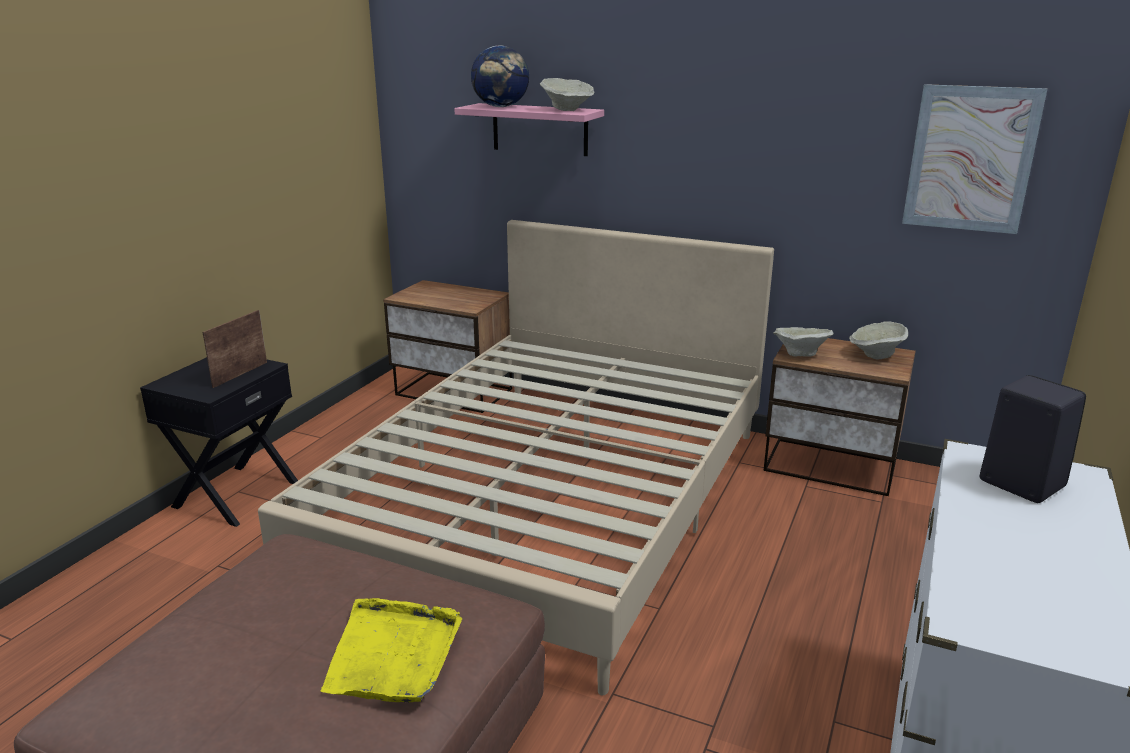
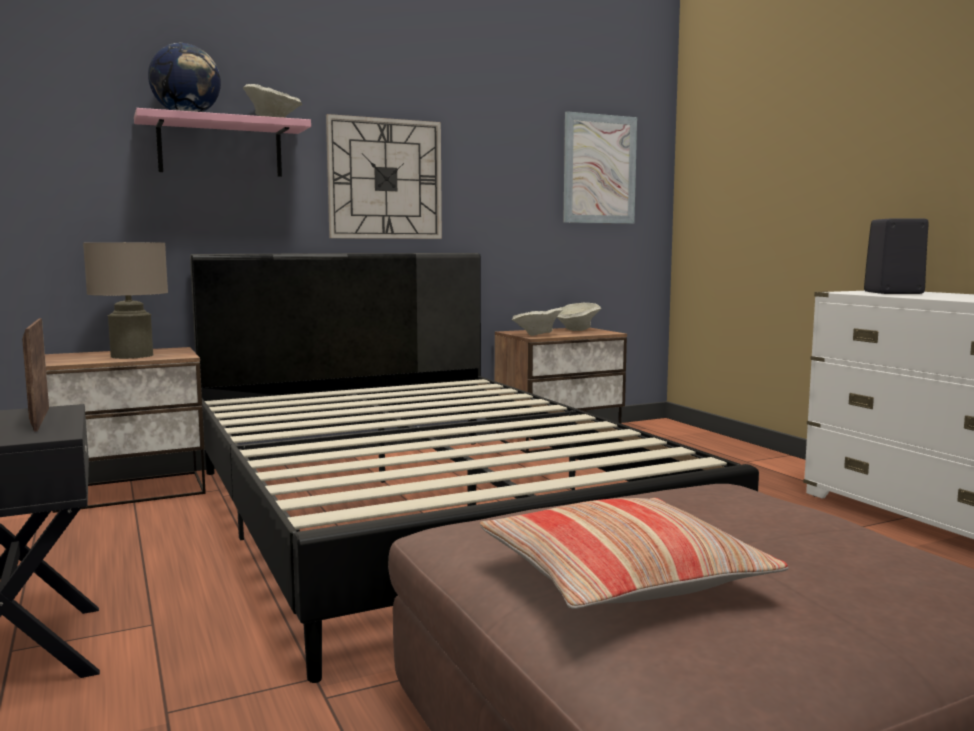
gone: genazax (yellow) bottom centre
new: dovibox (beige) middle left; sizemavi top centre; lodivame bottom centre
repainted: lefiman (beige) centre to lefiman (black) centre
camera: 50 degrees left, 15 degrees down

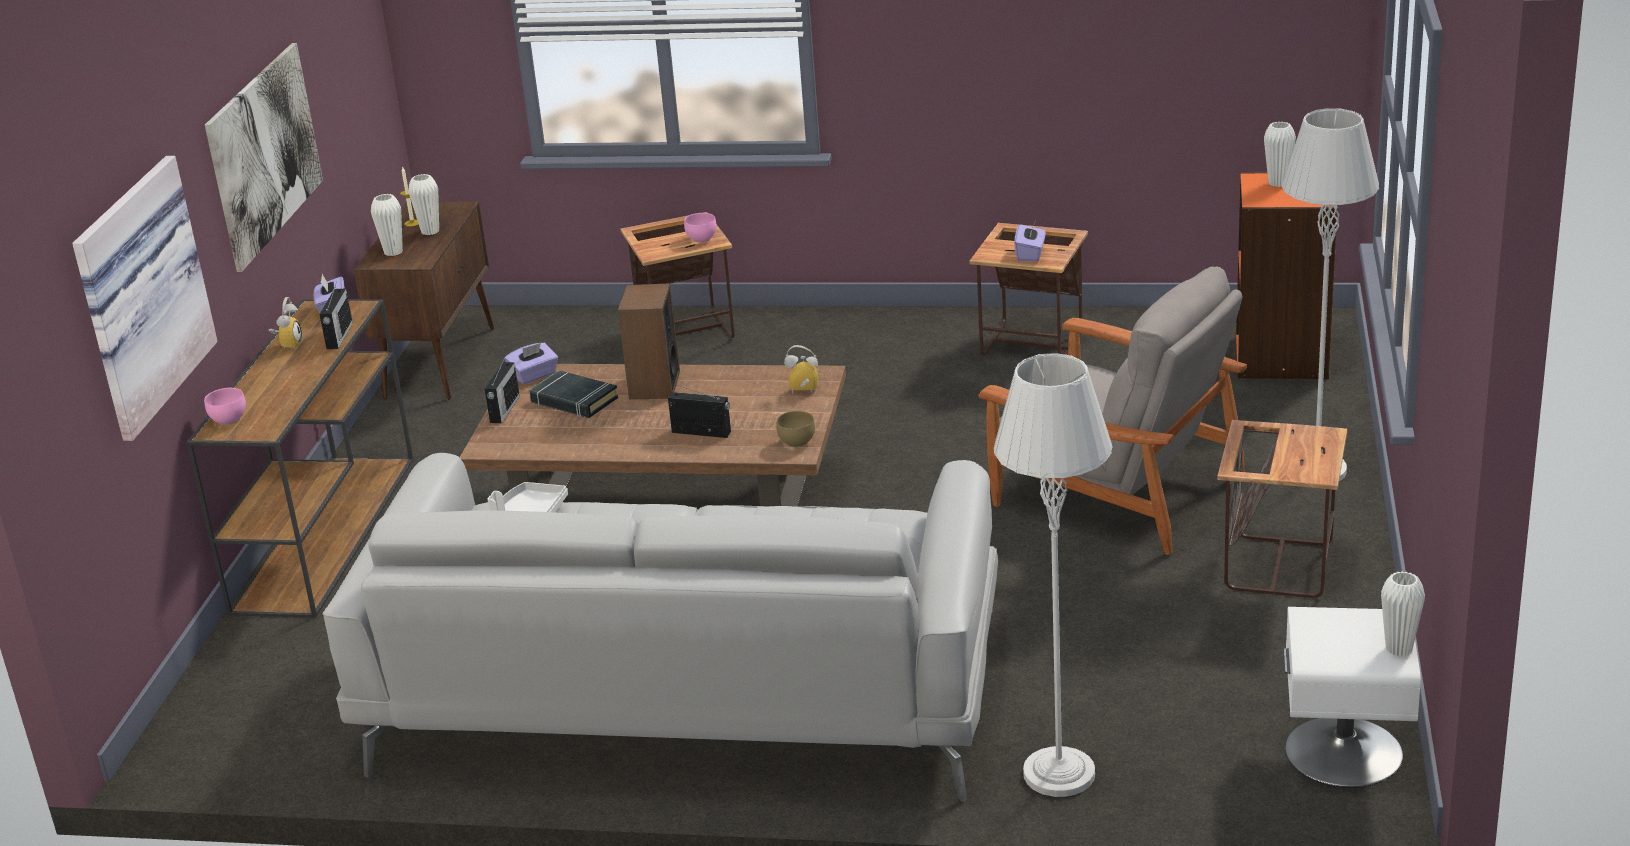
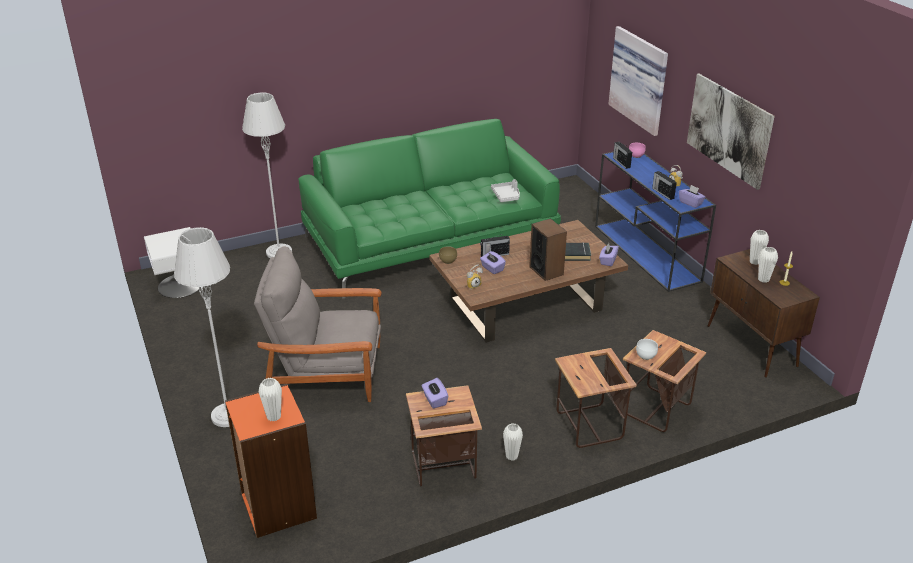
new: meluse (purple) (no. 2 from left) centre
shifted: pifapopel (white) (no. 4 from left in the first image) bottom right to pifapopel (white) (no. 2 from left) bottom centre; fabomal (no. 3 from left in the first image) middle right to fabomal (no. 2 from left) bottom centre; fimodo (no. 2 from left) middle left to top right
repainted: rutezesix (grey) bottom centre to rutezesix (green) centre; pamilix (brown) middle left to pamilix (blue) middle right; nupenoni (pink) (no. 2 from left) top centre to nupenoni (white) middle right
camera: 145 degrees right, 5 degrees up

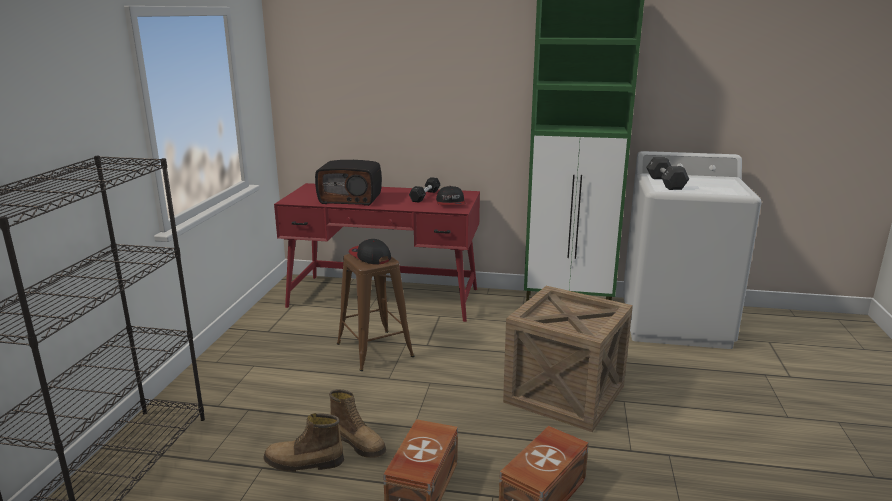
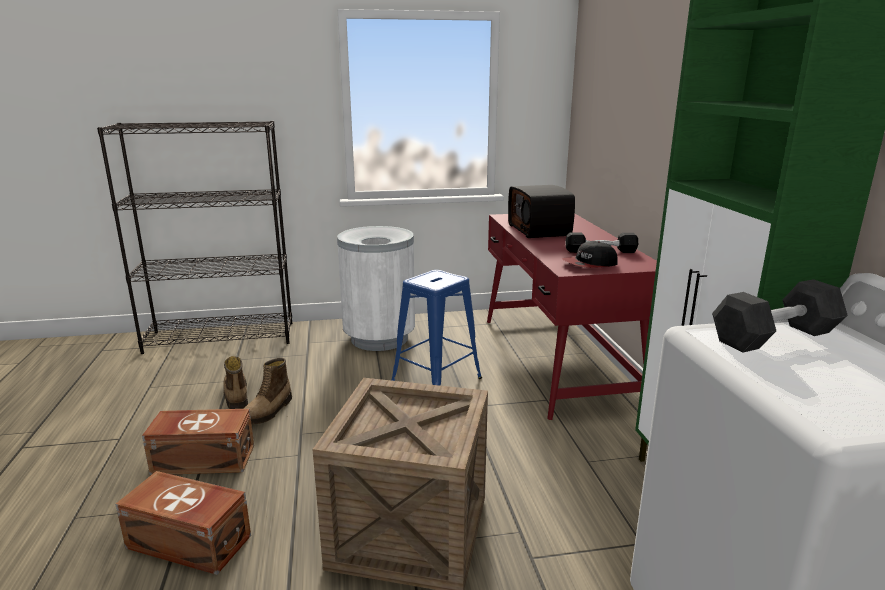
gone: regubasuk (no. 1 from left) centre
new: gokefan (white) centre
repainted: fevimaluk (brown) centre to fevimaluk (blue) centre
camera: 70 degrees right, 0 degrees up

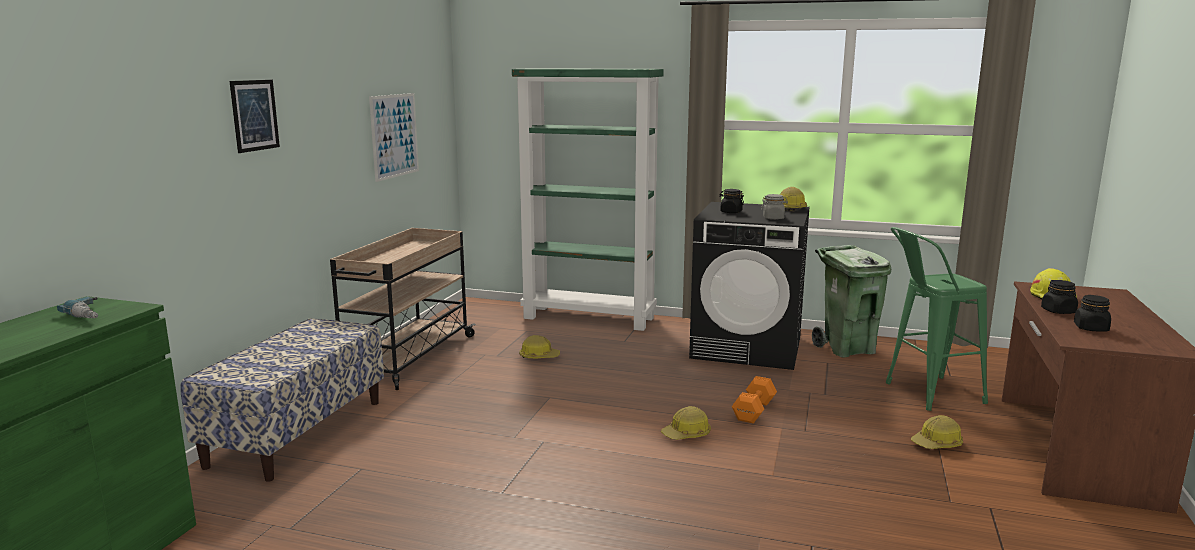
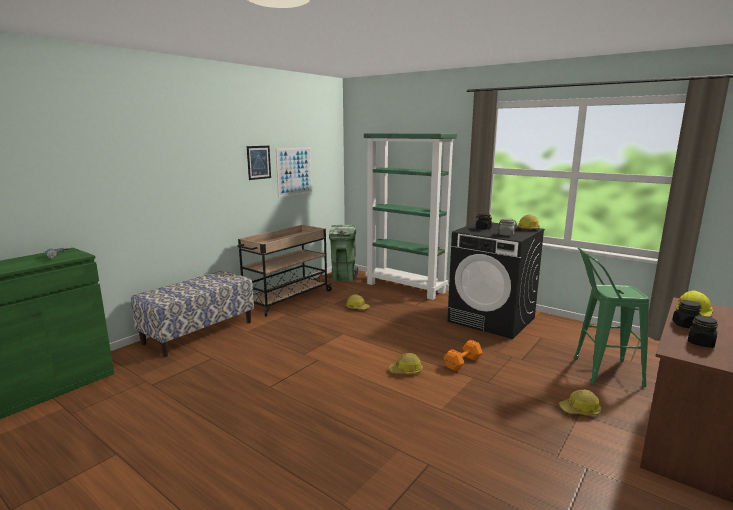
shifted: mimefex (no. 1 from left) top left to top centre; gokefan (green) middle right to centre
camera: 20 degrees right, 0 degrees up

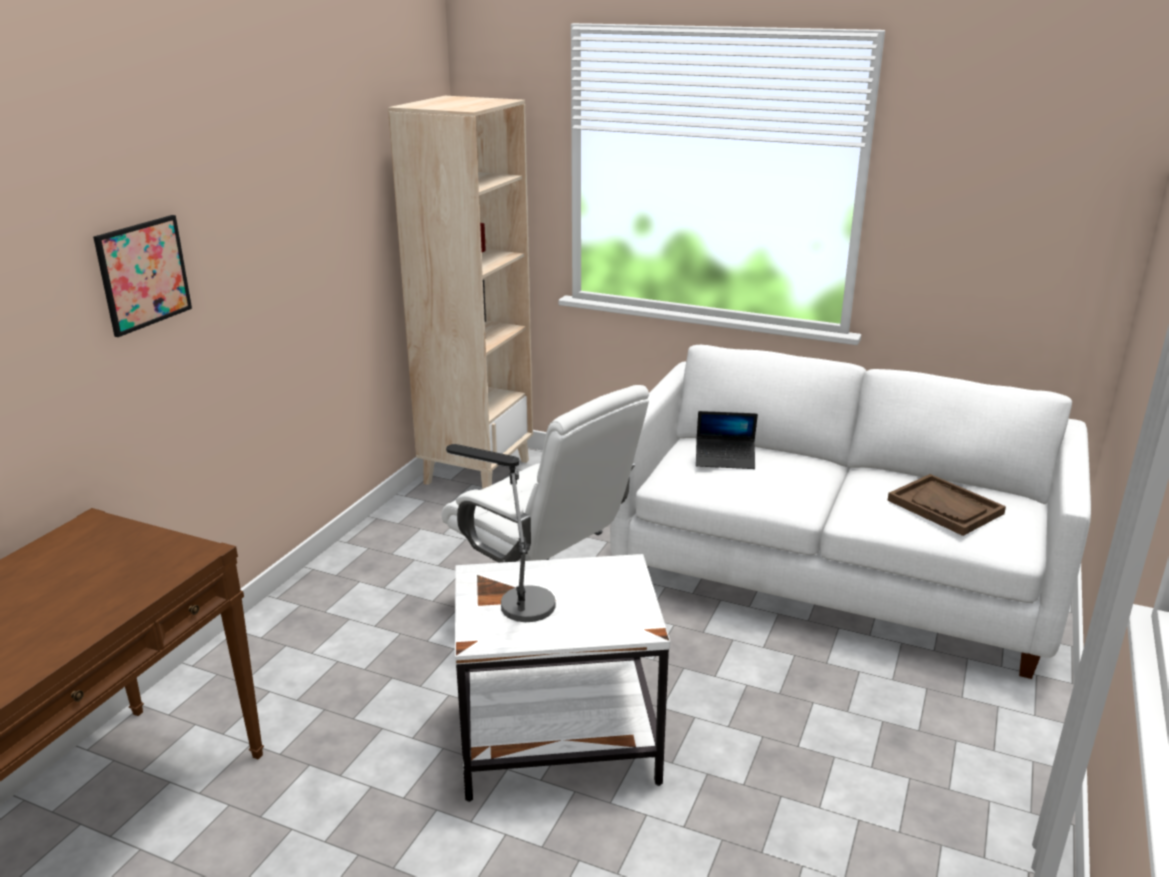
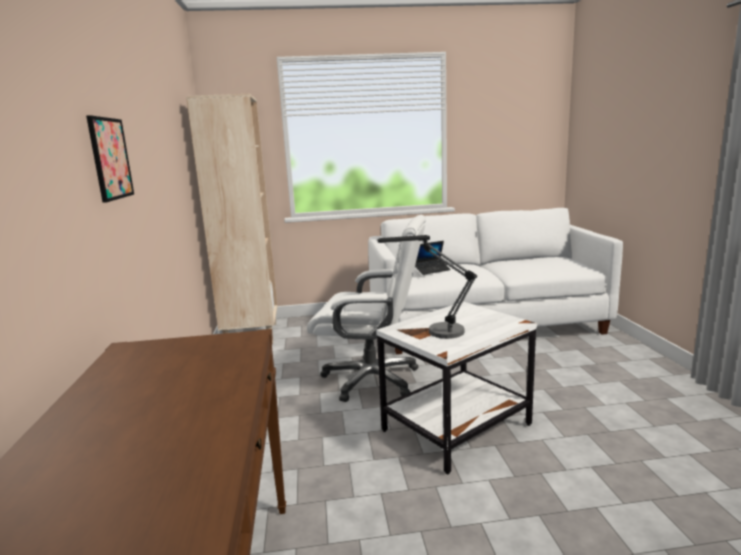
gone: genazax (brown) middle right
camera: 30 degrees left, 10 degrees down

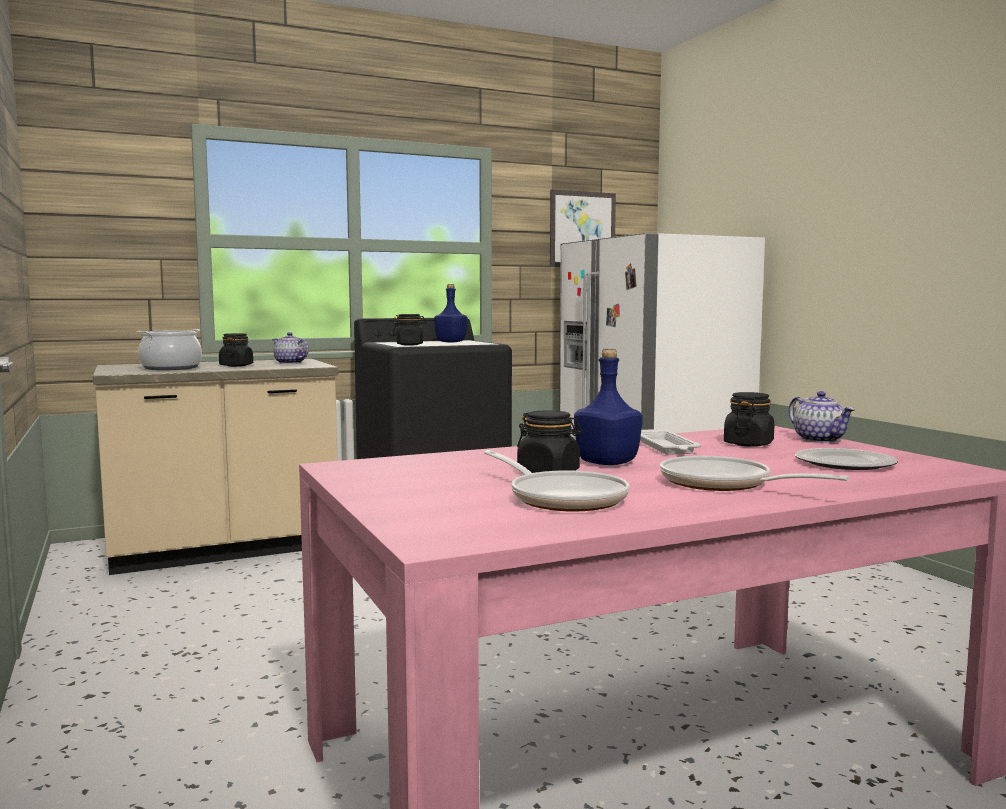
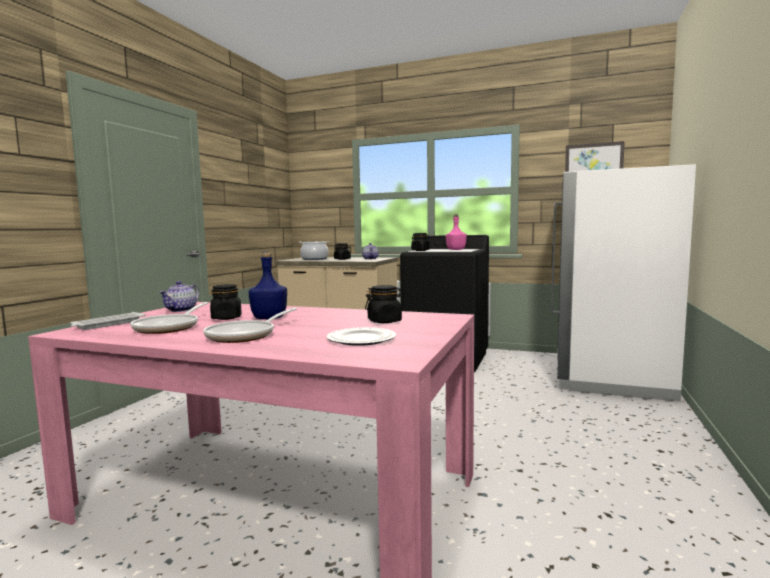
shifted: genazax (white) centre to middle left; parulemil (no. 2 from left in the first image) middle right to parulemil (no. 1 from left) middle left
repainted: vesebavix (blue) (no. 1 from left) centre to vesebavix (pink) centre
rotated: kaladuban (no. 2 from left) middle right = middle left 150 degrees counterclockwise
camera: 45 degrees right, 0 degrees up

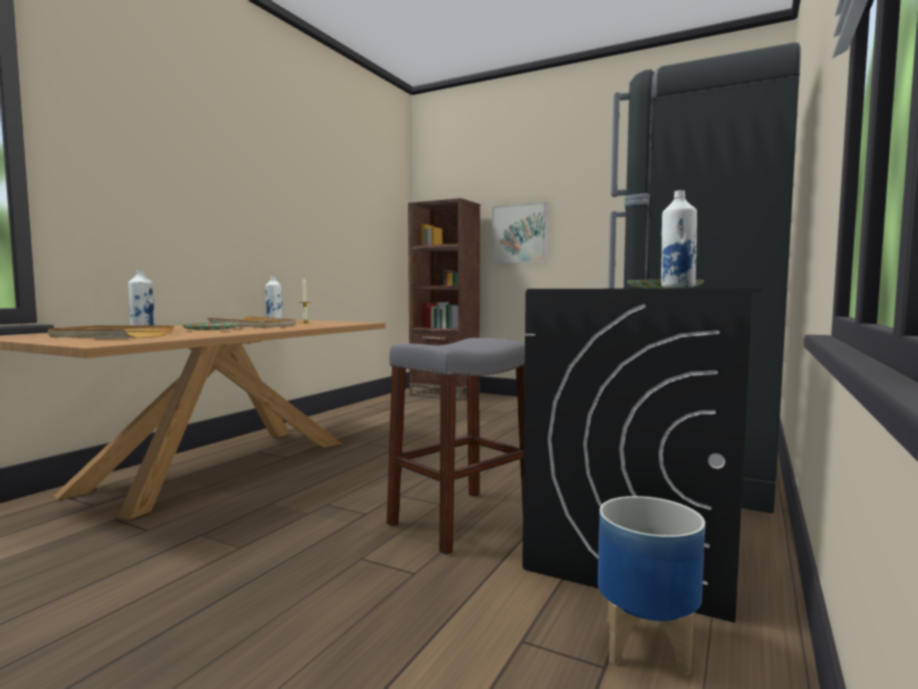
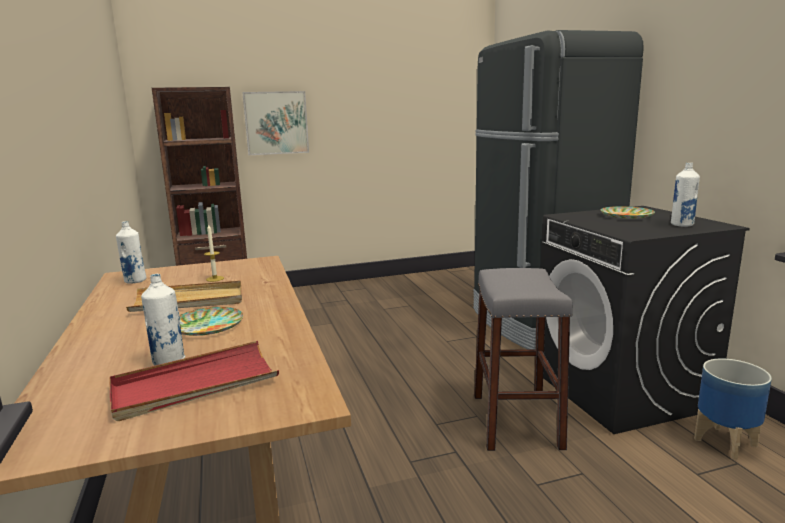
repainted: genazax (beige) (no. 1 from left) middle left to genazax (red) bottom left
camera: 45 degrees left, 10 degrees up

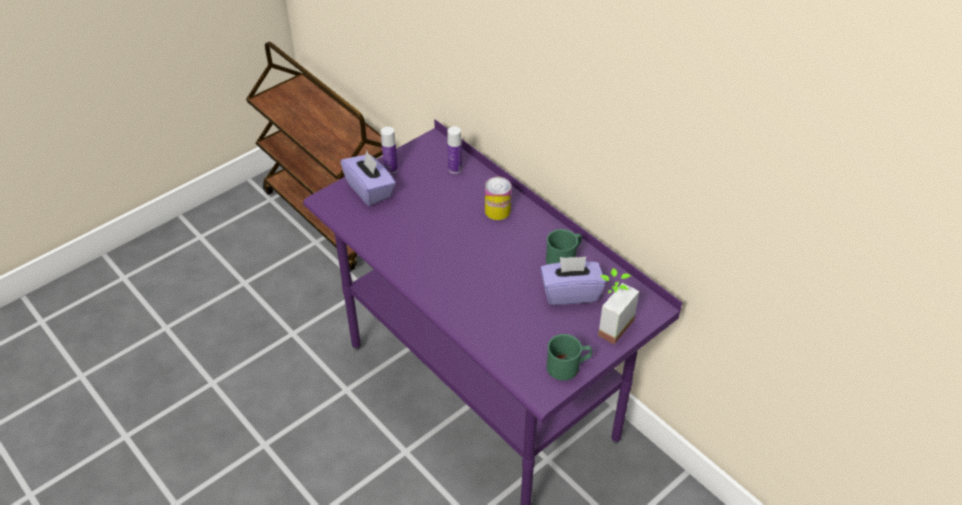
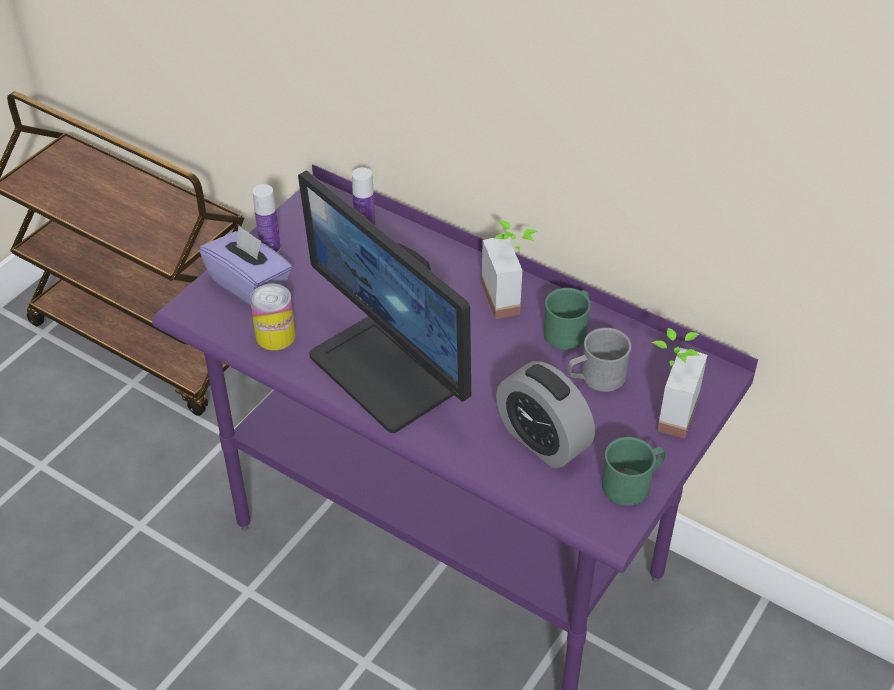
new: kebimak centre; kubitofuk (no. 1 from left) centre; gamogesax centre
shifted: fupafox centre to middle left
swapped: meluse (purple) (no. 2 from left) centre to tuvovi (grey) middle right
camera: 15 degrees left, 0 degrees up

